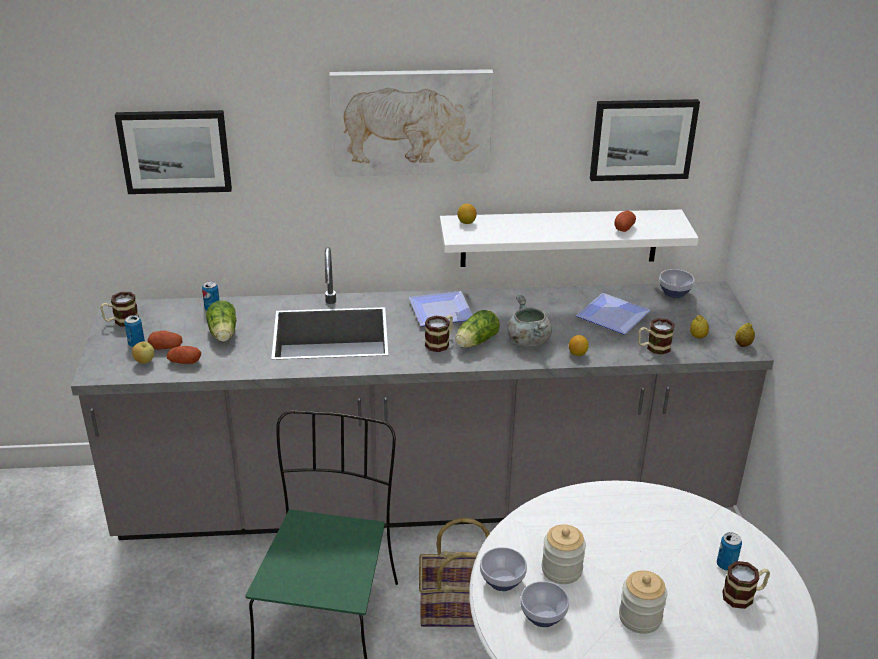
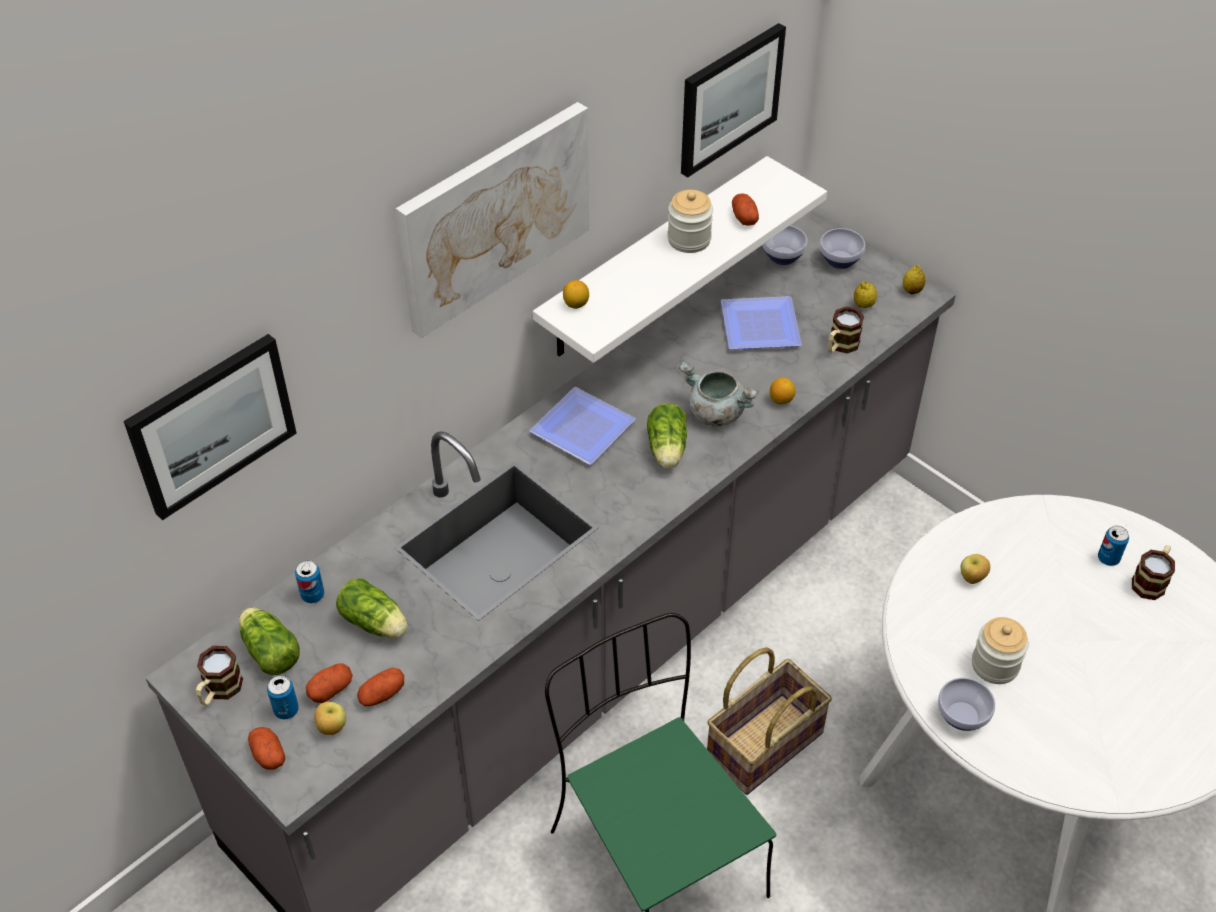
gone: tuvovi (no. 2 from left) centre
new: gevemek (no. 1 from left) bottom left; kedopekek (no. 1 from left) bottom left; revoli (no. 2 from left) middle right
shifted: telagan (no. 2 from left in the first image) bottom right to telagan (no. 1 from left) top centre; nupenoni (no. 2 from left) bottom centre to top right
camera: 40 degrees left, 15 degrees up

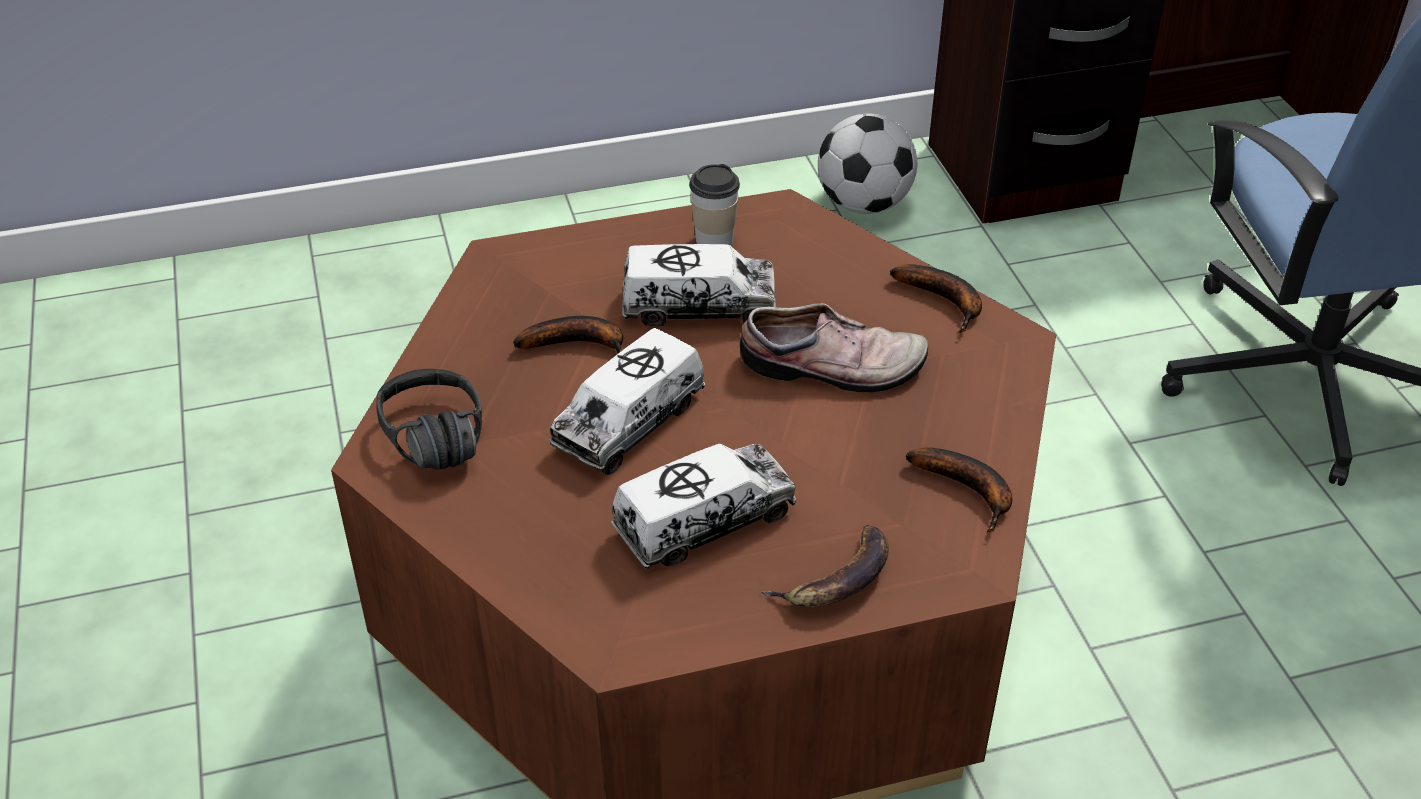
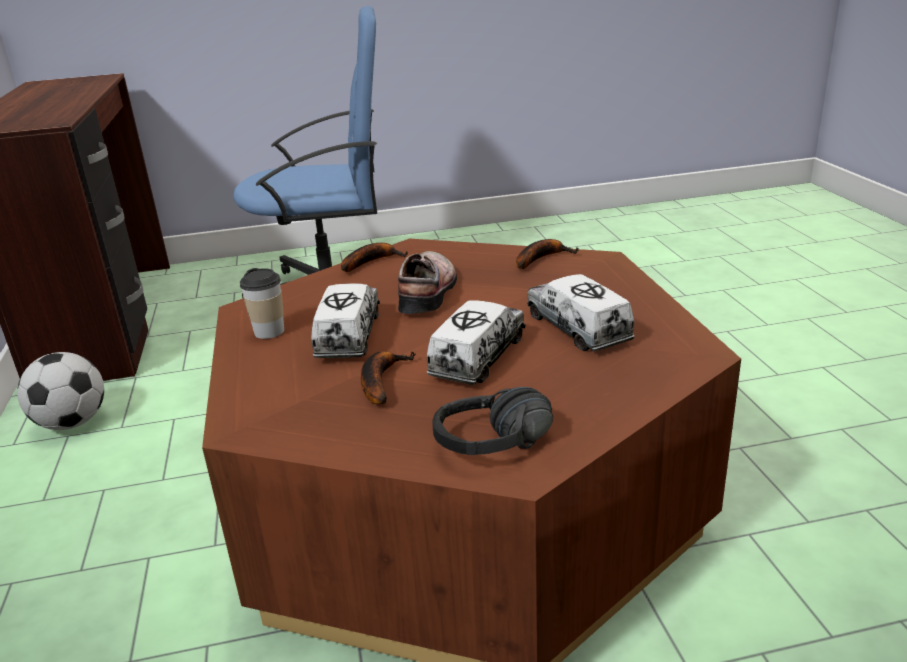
gone: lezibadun (no. 2 from left) bottom centre
rotated: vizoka (no. 1 from left in the first image) centre = centre 105 degrees counterclockwise
camera: 85 degrees left, 15 degrees down

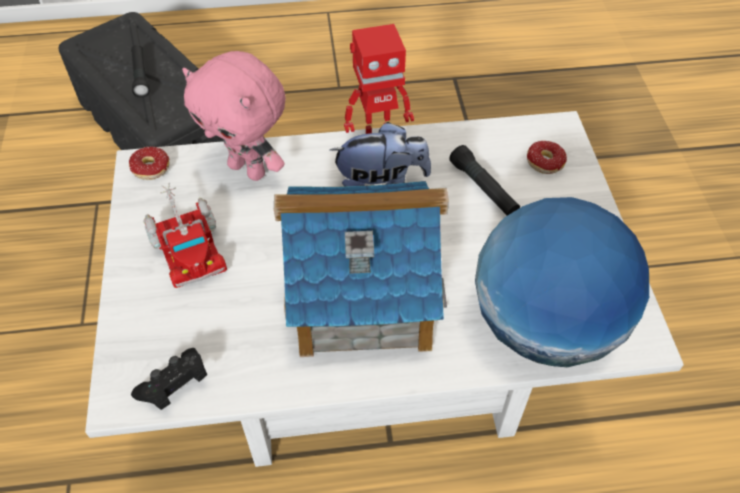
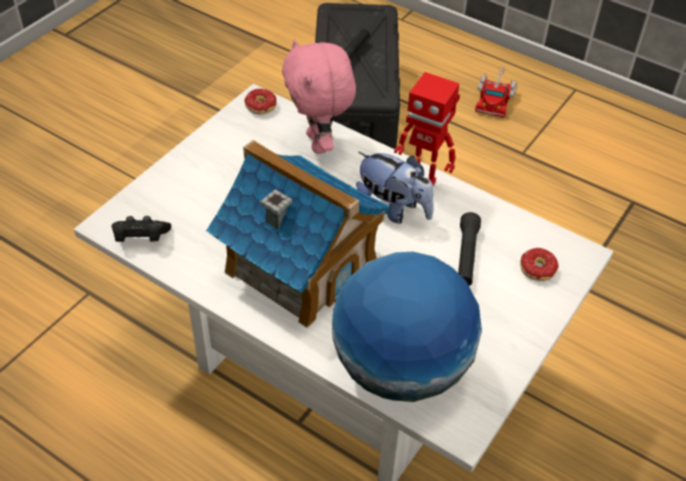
shifted: vizoka middle left to top right
camera: 40 degrees right, 5 degrees down

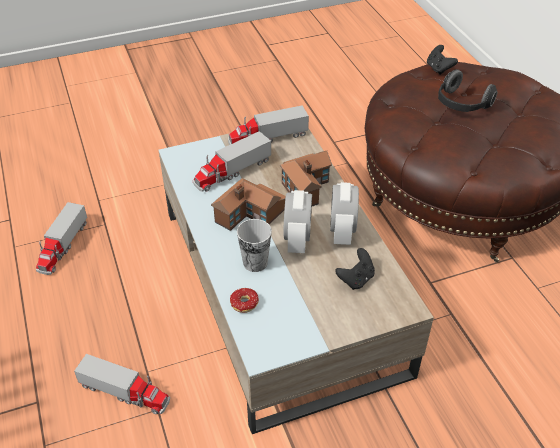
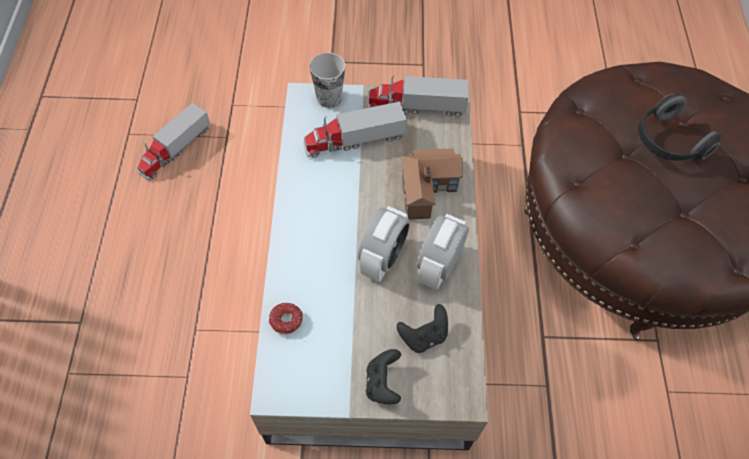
gone: vizoka (no. 2 from left) bottom left; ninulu (no. 1 from left) centre
shifted: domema centre to top centre; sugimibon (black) (no. 2 from left in the first image) top right to sugimibon (black) (no. 1 from left) bottom centre
camera: 20 degrees right, 15 degrees up

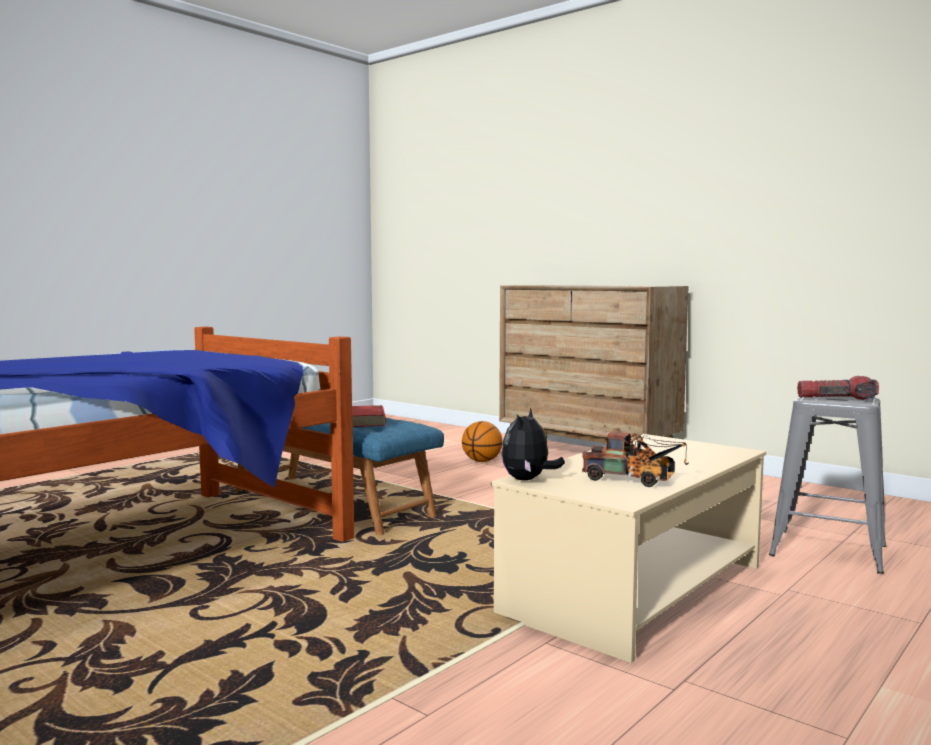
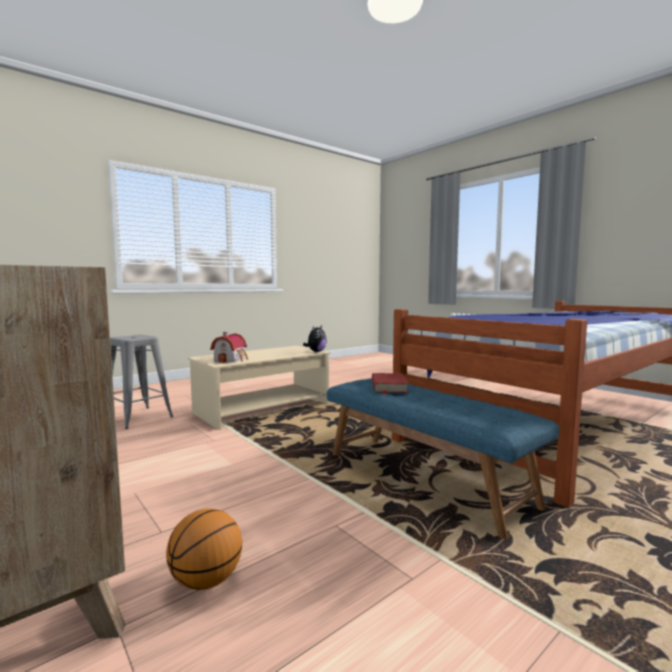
gone: vizoka middle right; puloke middle right
new: ninulu centre
camera: 170 degrees left, 0 degrees up

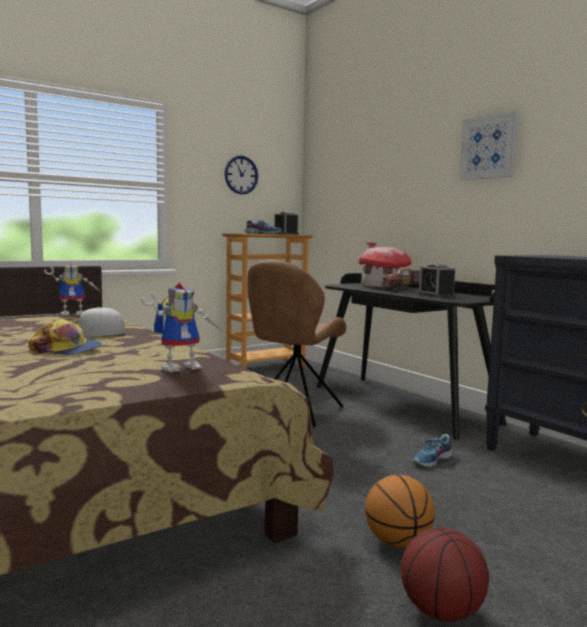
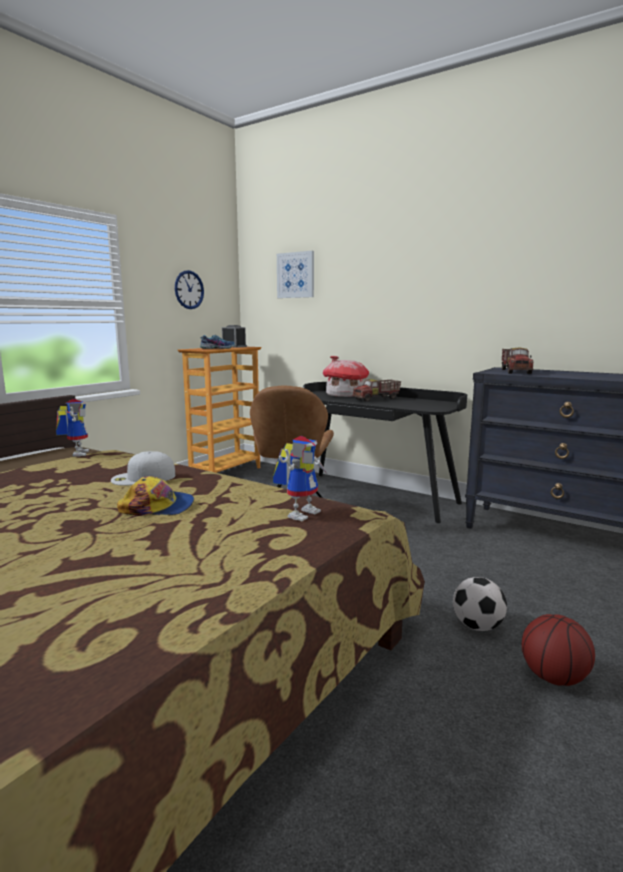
gone: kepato (no. 2 from left) bottom right; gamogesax (no. 2 from left) middle right
new: vizoka (no. 2 from left) middle right
shifted: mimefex top right to top centre
swapped: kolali (no. 1 from left) bottom right to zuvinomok bottom right
rotated: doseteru (no. 1 from left) middle left = middle left 60 degrees counterclockwise
camera: 20 degrees left, 5 degrees up

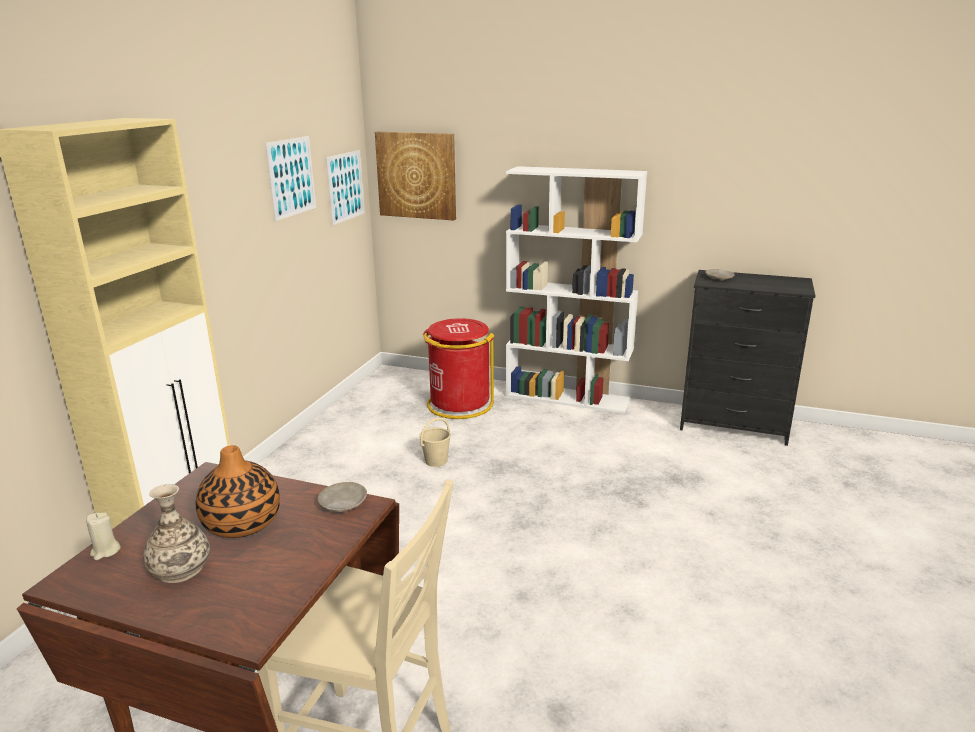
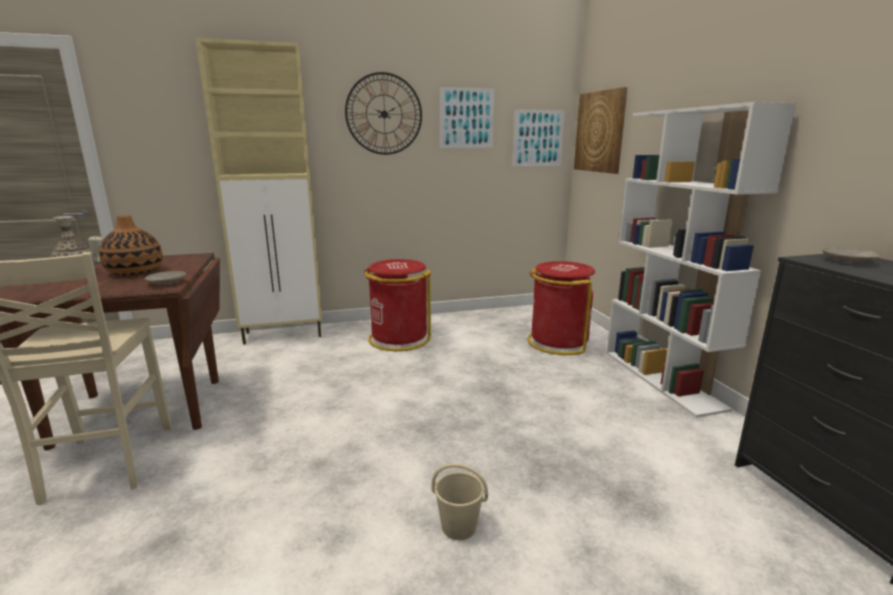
new: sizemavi top centre; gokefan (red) (no. 1 from left) centre
shifted: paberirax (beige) centre to bottom centre
camera: 55 degrees right, 5 degrees down

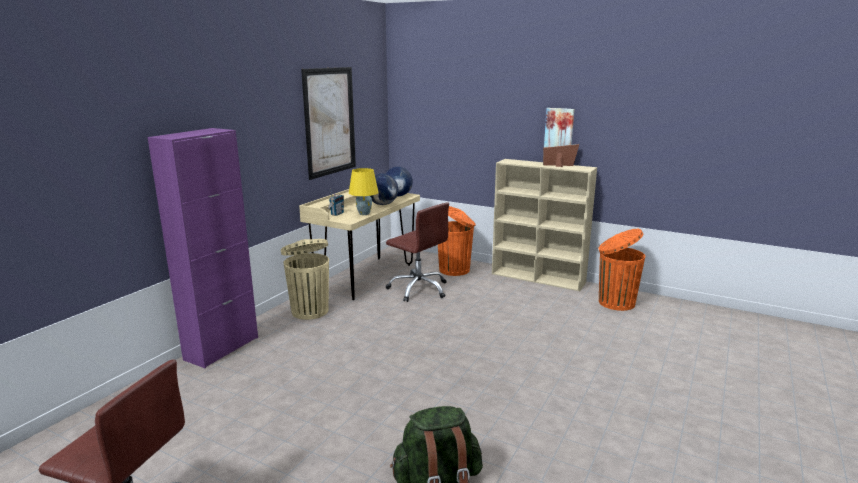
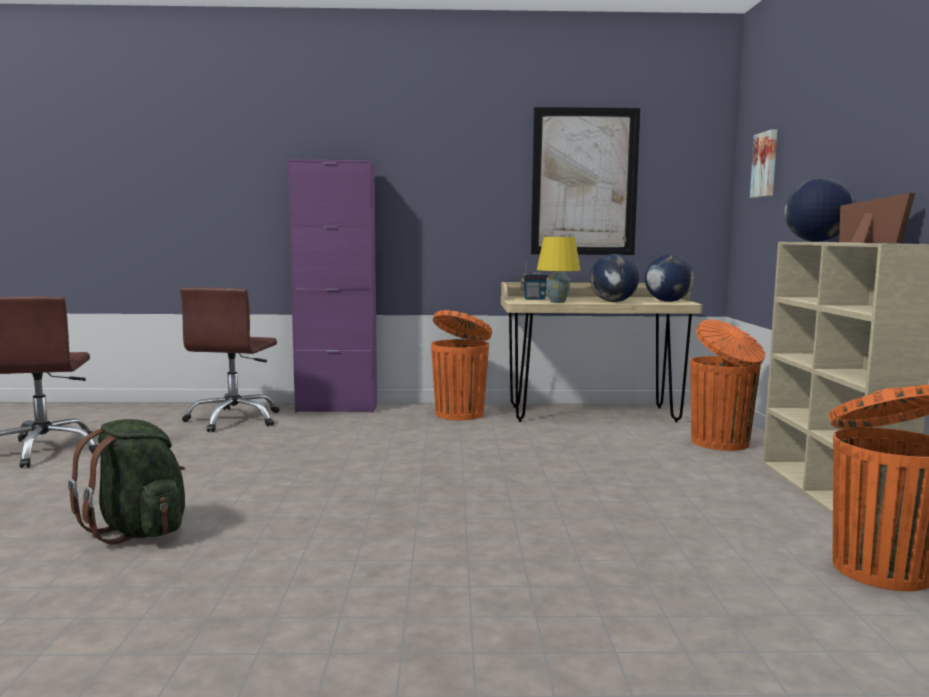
new: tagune (no. 3 from left) top right
shifted: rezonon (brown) (no. 2 from left) centre to middle left; mimefex (no. 2 from left) top centre to top right
repainted: gokefan (beige) centre to gokefan (orange) (no. 1 from left) centre
camera: 60 degrees right, 10 degrees down

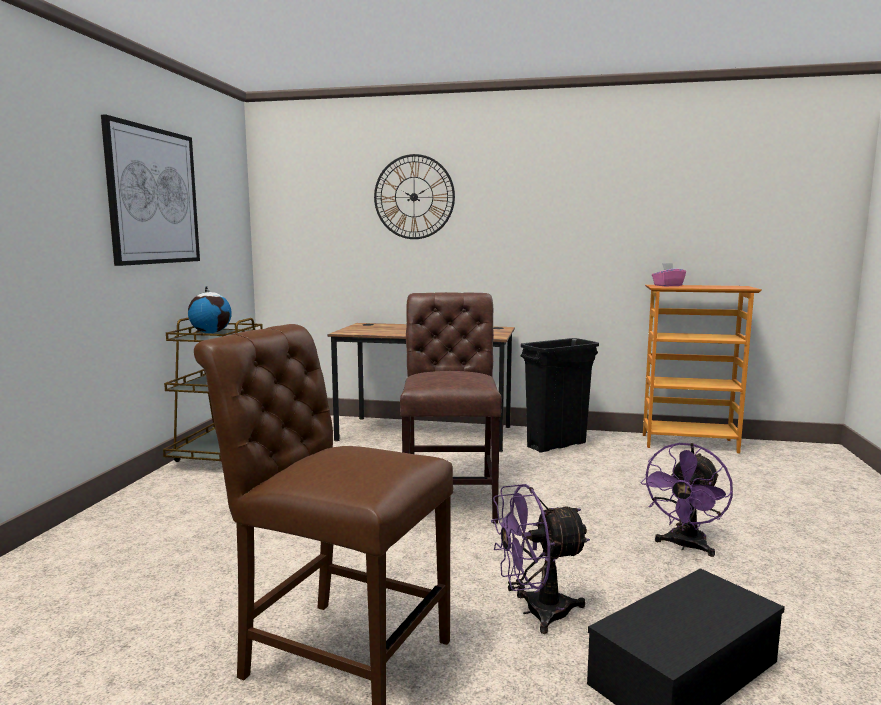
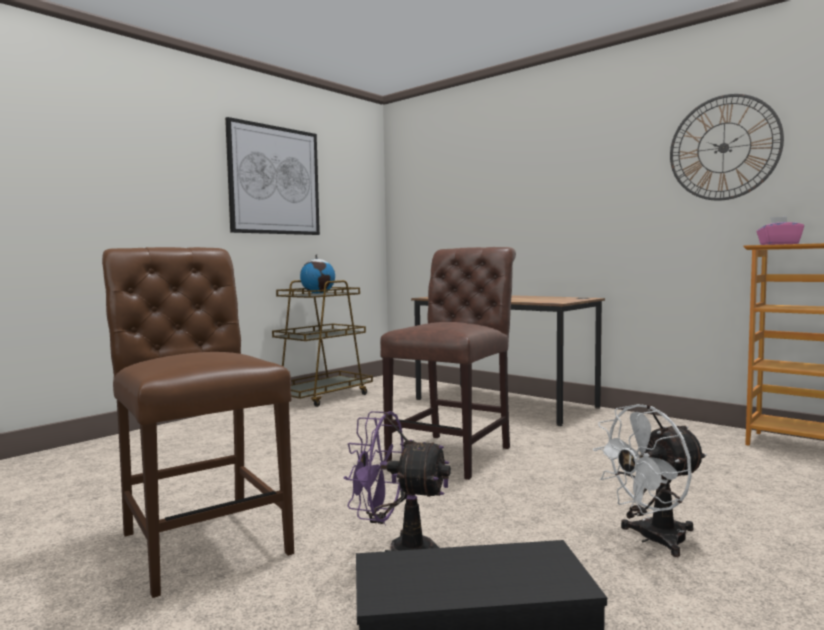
gone: gokefan (black) centre
shifted: sizemavi top centre to top right
repainted: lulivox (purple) (no. 2 from left) bottom right to lulivox (white) bottom right
camera: 30 degrees right, 5 degrees down

